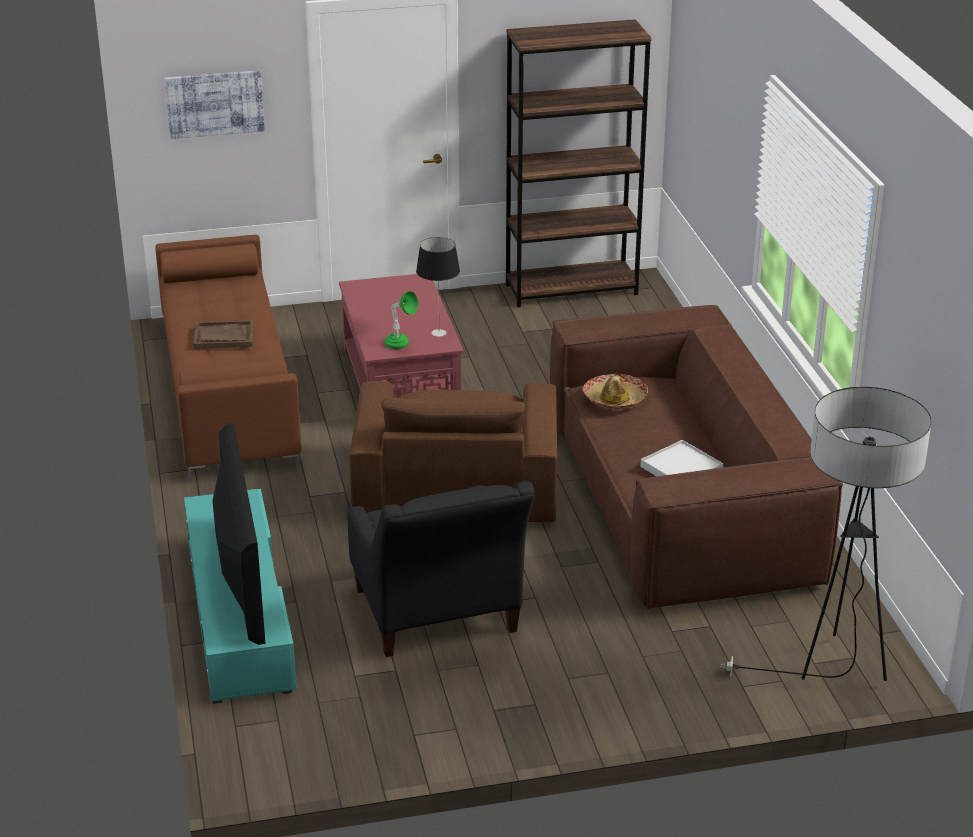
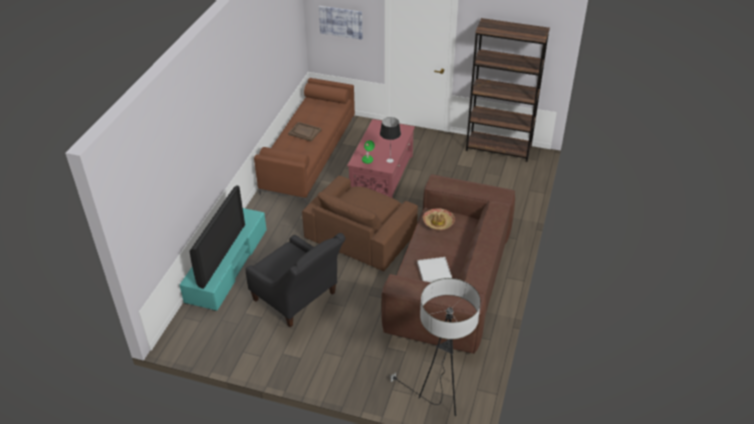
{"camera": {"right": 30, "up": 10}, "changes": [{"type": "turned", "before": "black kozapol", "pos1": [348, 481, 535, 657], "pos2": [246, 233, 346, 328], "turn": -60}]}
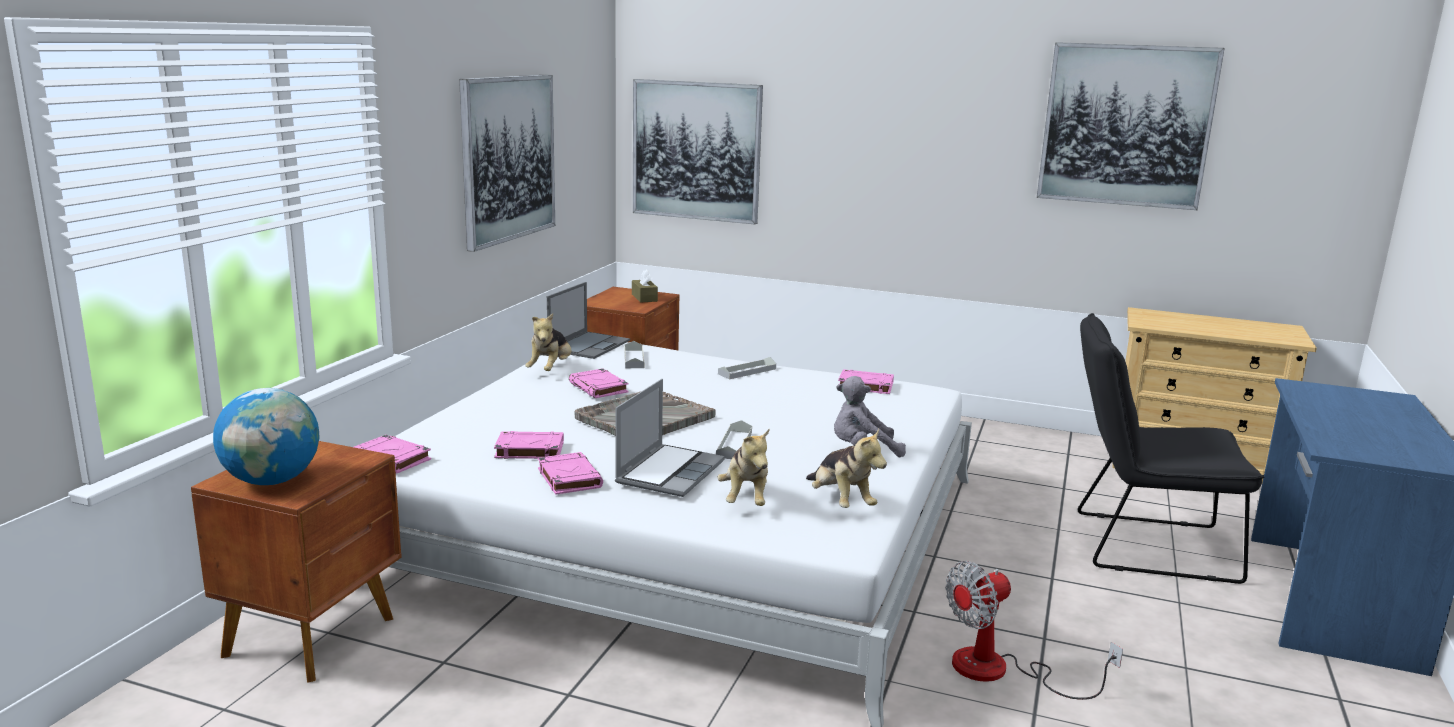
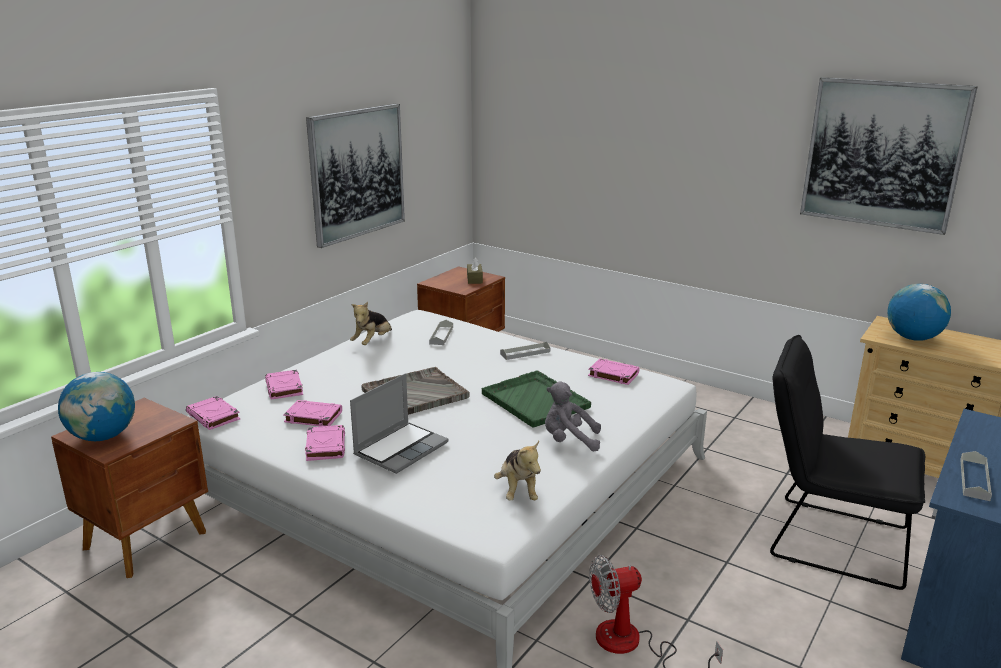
{"camera": {"right": 15, "up": 5}, "changes": [{"type": "removed", "before": "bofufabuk", "pos1": [547, 282, 630, 359]}, {"type": "removed", "before": "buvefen", "pos1": [633, 79, 763, 224]}, {"type": "removed", "before": "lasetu", "pos1": [718, 428, 770, 506]}, {"type": "added", "after": "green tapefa", "pos2": [482, 371, 591, 428]}, {"type": "added", "after": "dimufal", "pos2": [887, 284, 951, 341]}, {"type": "moved", "before": "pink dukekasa", "pos1": [569, 369, 628, 398], "pos2": [265, 370, 303, 399]}, {"type": "moved", "before": "grey tapefa", "pos1": [716, 420, 752, 459], "pos2": [960, 451, 992, 501]}]}
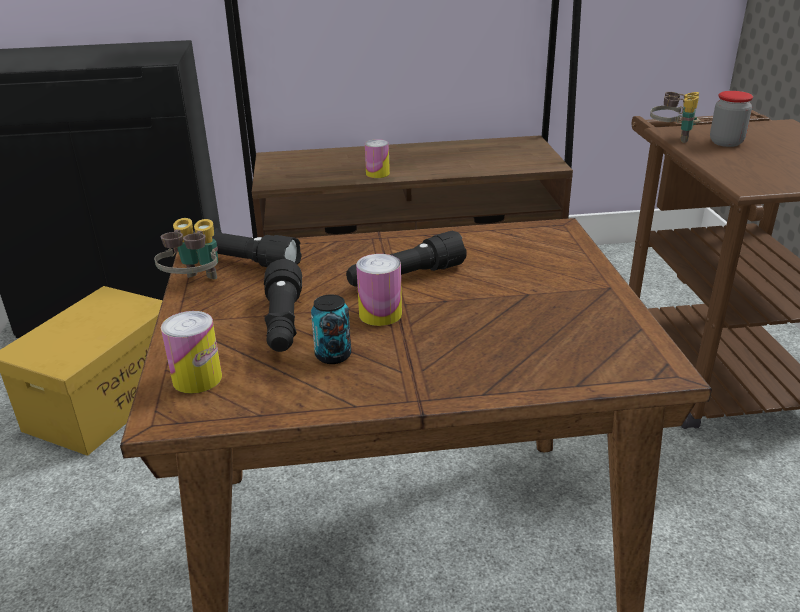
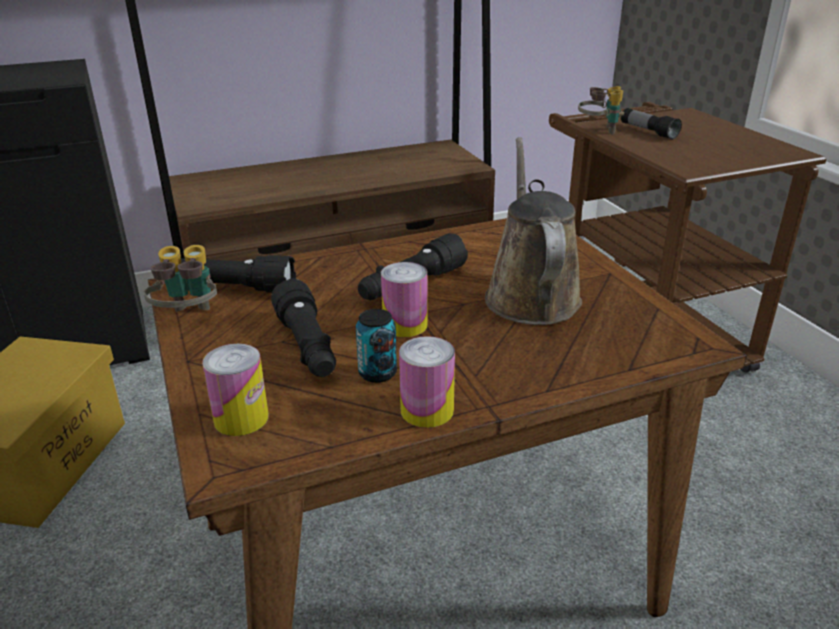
{"camera": {"right": -15, "up": 0}, "changes": [{"type": "added", "after": "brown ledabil", "pos2": [485, 137, 582, 325]}, {"type": "moved", "before": "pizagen", "pos1": [365, 139, 390, 178], "pos2": [399, 336, 455, 428]}, {"type": "replaced", "before": "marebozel", "after": "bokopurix", "pos1": [710, 91, 753, 147], "pos2": [621, 108, 682, 140]}]}
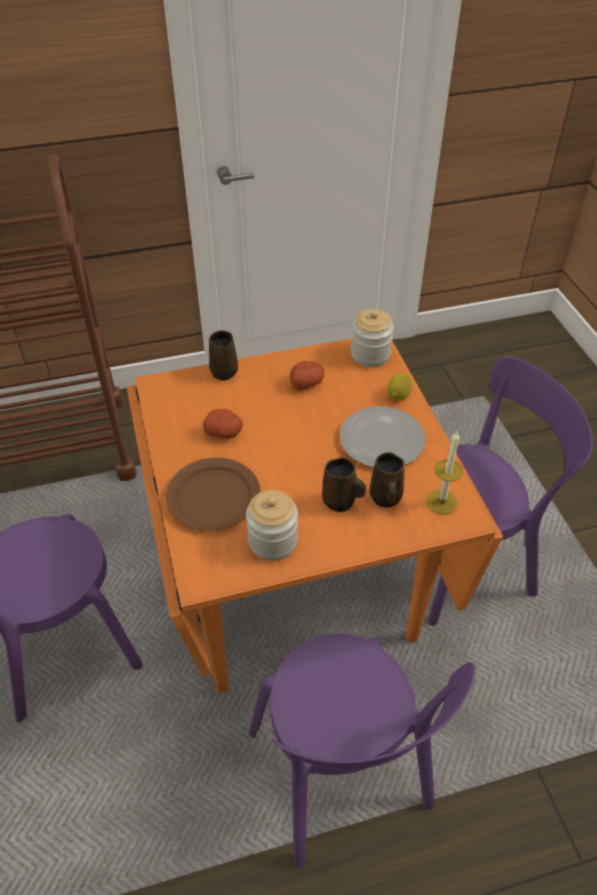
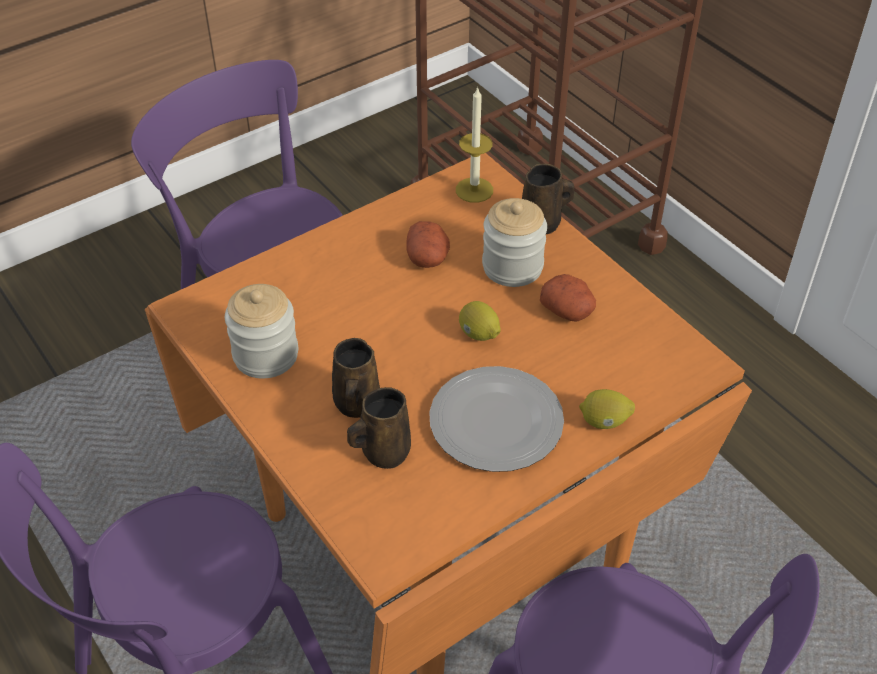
{"camera": {"right": 70, "up": 0}, "changes": [{"type": "removed", "before": "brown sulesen", "pos1": [166, 458, 260, 531]}, {"type": "added", "after": "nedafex", "pos2": [459, 301, 501, 341]}, {"type": "moved", "before": "marebozel", "pos1": [351, 309, 394, 367], "pos2": [482, 198, 547, 287]}, {"type": "moved", "before": "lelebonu", "pos1": [426, 432, 463, 515], "pos2": [456, 86, 493, 203]}]}
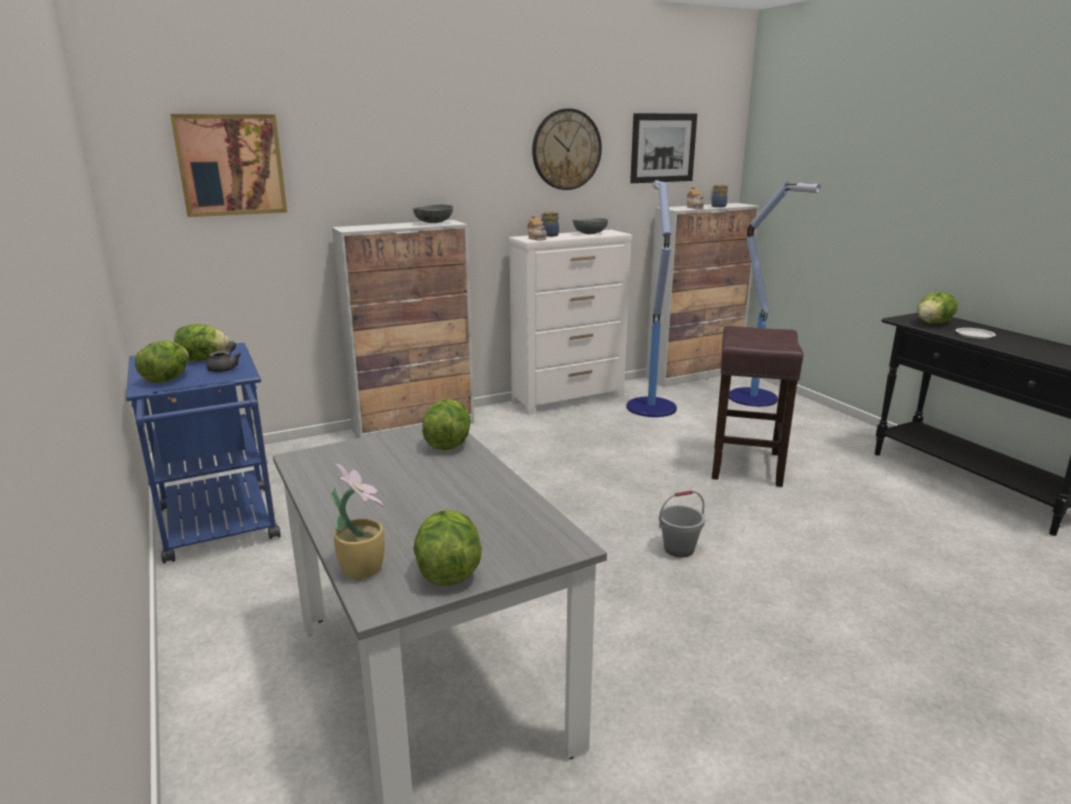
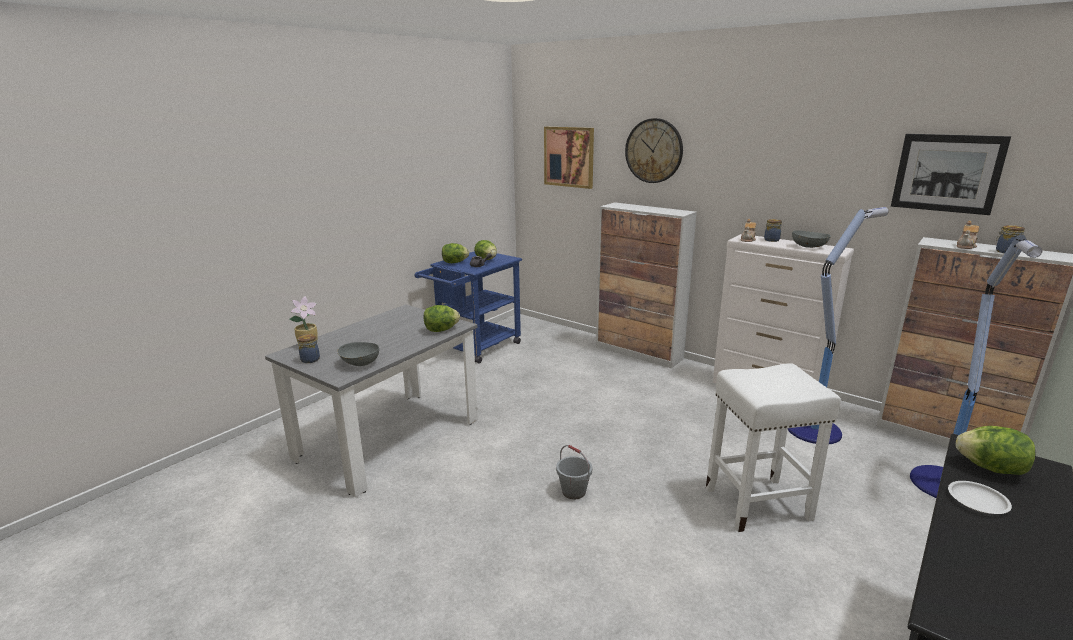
{"camera": {"right": 65, "up": 0}, "changes": [{"type": "moved", "before": "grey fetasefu", "pos1": [413, 204, 454, 223], "pos2": [338, 342, 379, 366]}, {"type": "moved", "before": "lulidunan", "pos1": [532, 108, 602, 190], "pos2": [625, 118, 683, 183]}, {"type": "replaced", "before": "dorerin", "after": "marebozel", "pos1": [413, 510, 482, 586], "pos2": [297, 334, 320, 363]}, {"type": "recoloured", "before": "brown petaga", "after": "white petaga", "pos1": [712, 326, 803, 487], "pos2": [706, 363, 841, 532]}]}
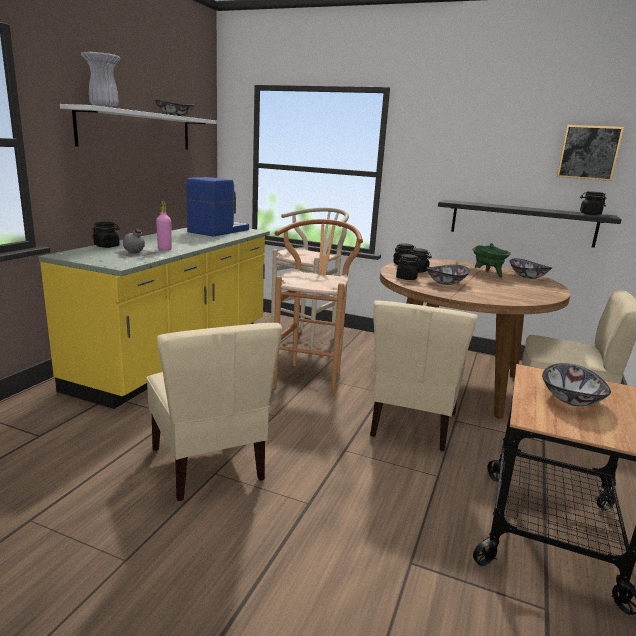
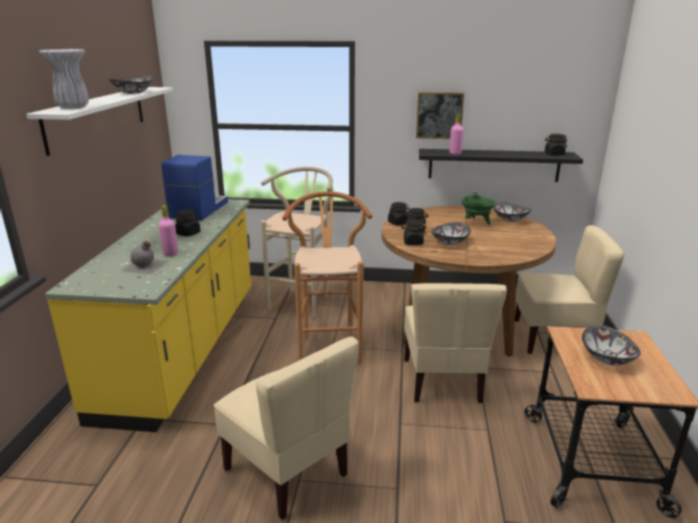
{"camera": {"right": -15, "up": 5}, "changes": [{"type": "added", "after": "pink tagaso", "pos2": [450, 114, 464, 155]}, {"type": "moved", "before": "black marebozel", "pos1": [92, 222, 120, 248], "pos2": [175, 210, 200, 236]}, {"type": "moved", "before": "buvefen", "pos1": [557, 125, 624, 181], "pos2": [416, 92, 464, 139]}]}
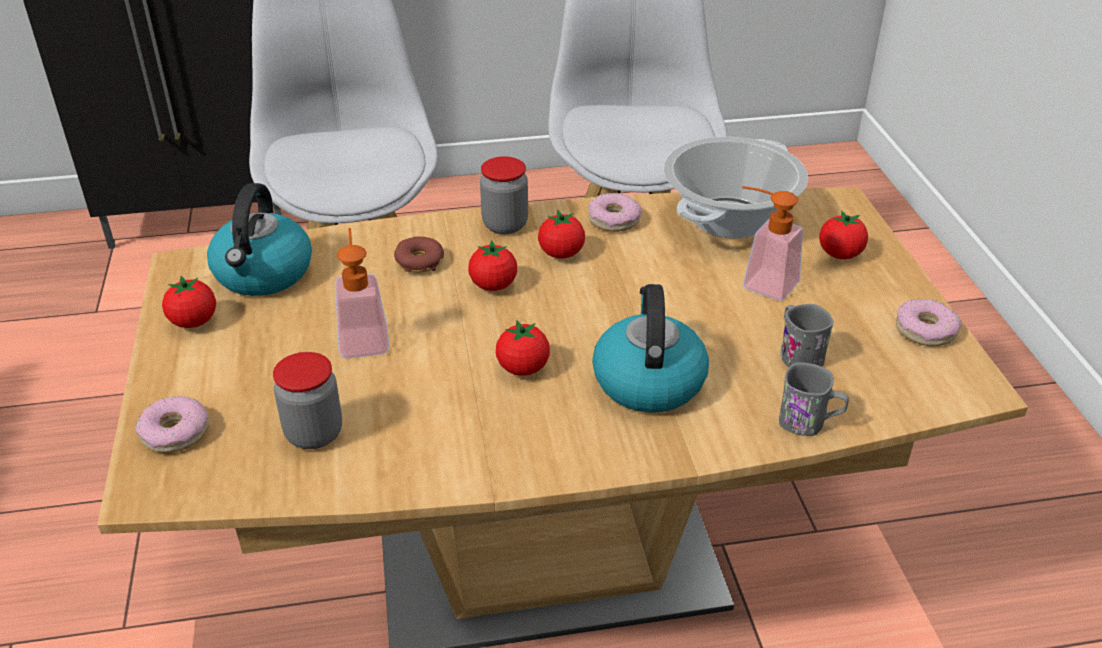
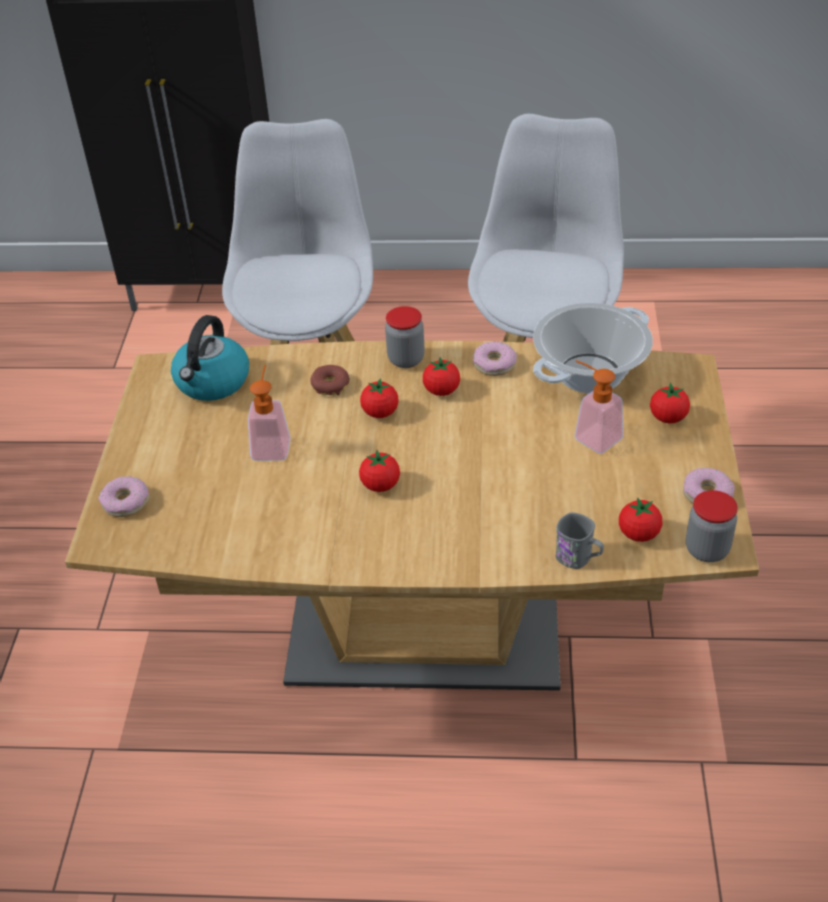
{"camera": {"right": 15, "up": 5}, "changes": [{"type": "removed", "before": "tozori", "pos1": [592, 284, 709, 413]}, {"type": "removed", "before": "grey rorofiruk", "pos1": [780, 304, 834, 367]}, {"type": "moved", "before": "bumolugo", "pos1": [162, 276, 216, 328], "pos2": [619, 497, 662, 542]}, {"type": "moved", "before": "marebozel", "pos1": [273, 352, 342, 449], "pos2": [686, 490, 738, 562]}]}
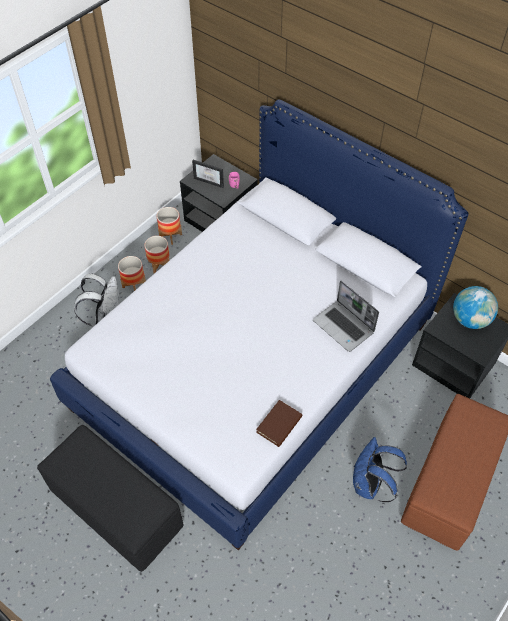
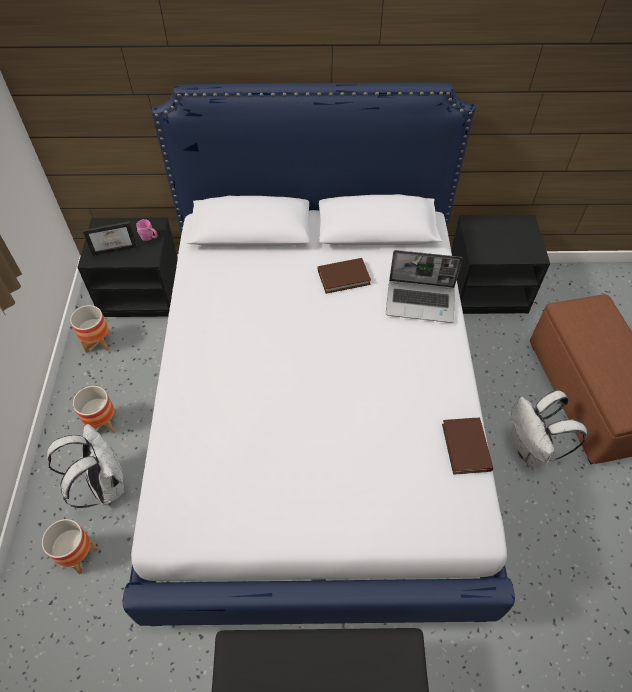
{"camera": {"right": -40, "up": 0}, "changes": [{"type": "removed", "before": "dimufal", "pos1": [453, 286, 498, 329]}, {"type": "added", "after": "brown dukekasa", "pos2": [318, 258, 371, 294]}, {"type": "moved", "before": "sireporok", "pos1": [144, 236, 169, 274], "pos2": [42, 519, 98, 574]}, {"type": "recoloured", "before": "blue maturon", "after": "white maturon", "pos1": [353, 437, 407, 502], "pos2": [511, 390, 587, 468]}]}
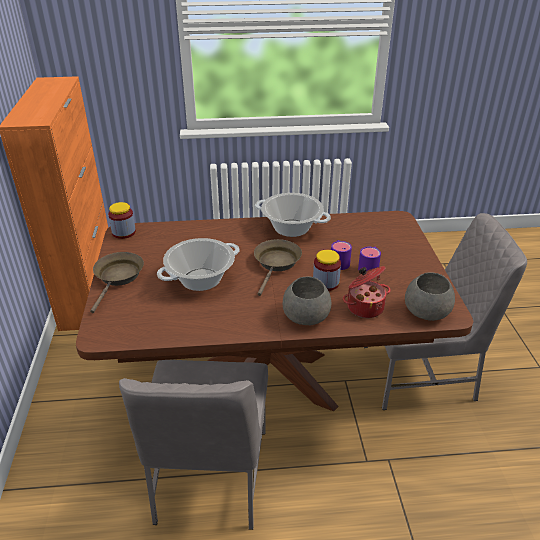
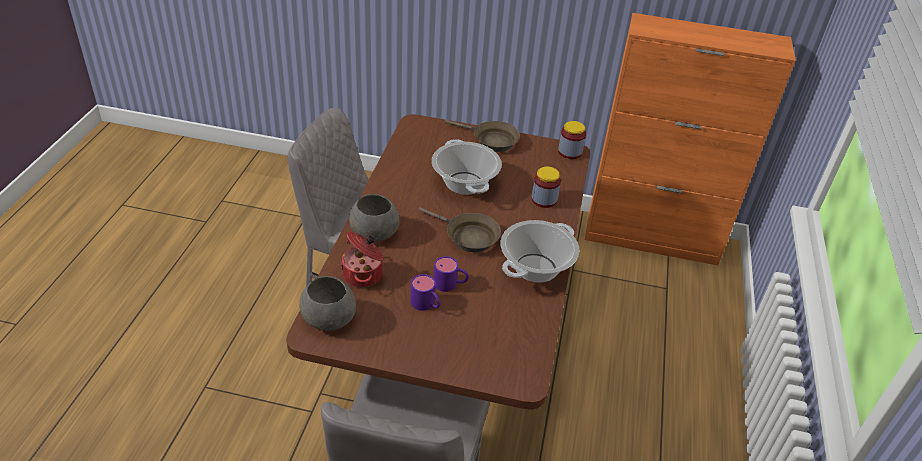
{"camera": {"right": 105, "up": 5}, "changes": [{"type": "moved", "before": "marebozel", "pos1": [313, 250, 341, 291], "pos2": [531, 167, 561, 208]}]}
